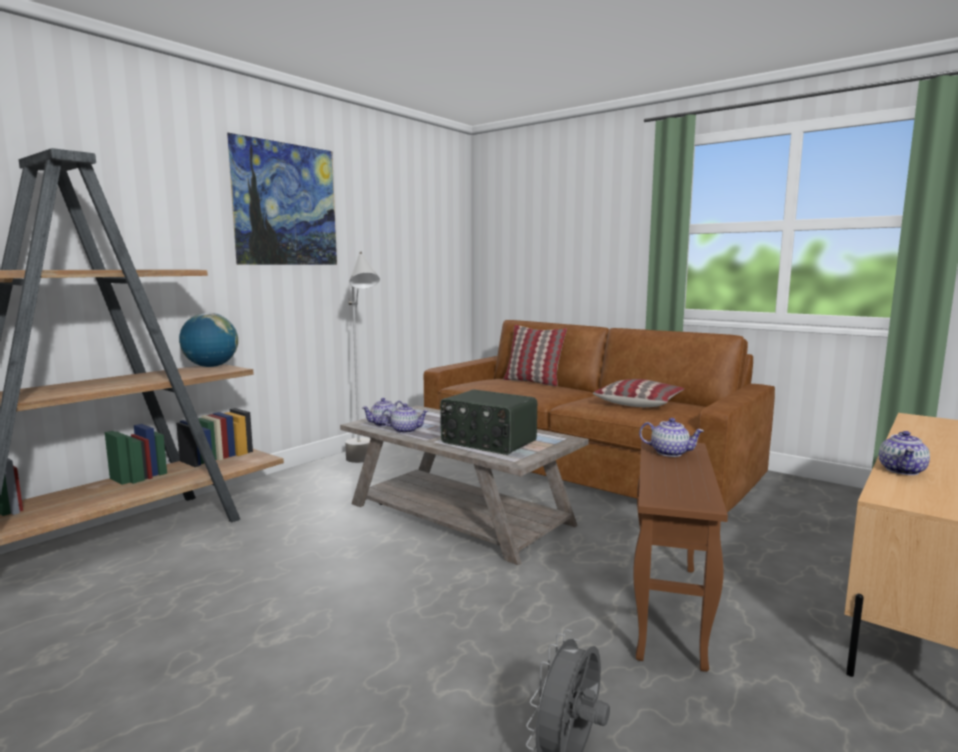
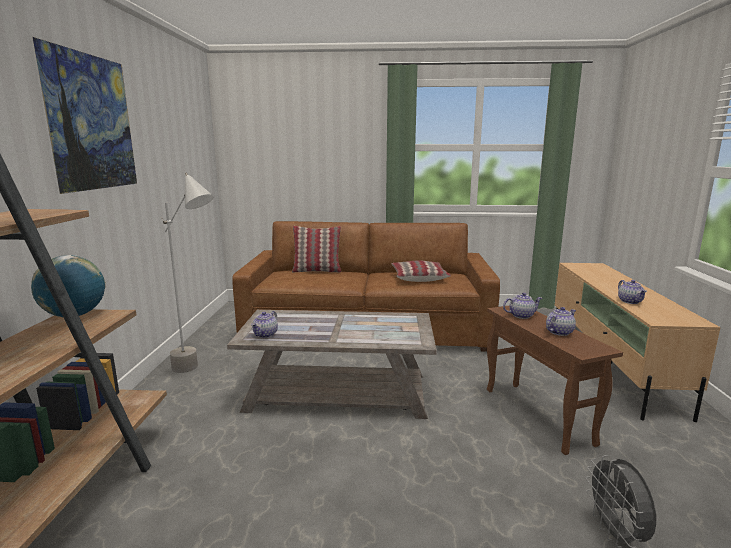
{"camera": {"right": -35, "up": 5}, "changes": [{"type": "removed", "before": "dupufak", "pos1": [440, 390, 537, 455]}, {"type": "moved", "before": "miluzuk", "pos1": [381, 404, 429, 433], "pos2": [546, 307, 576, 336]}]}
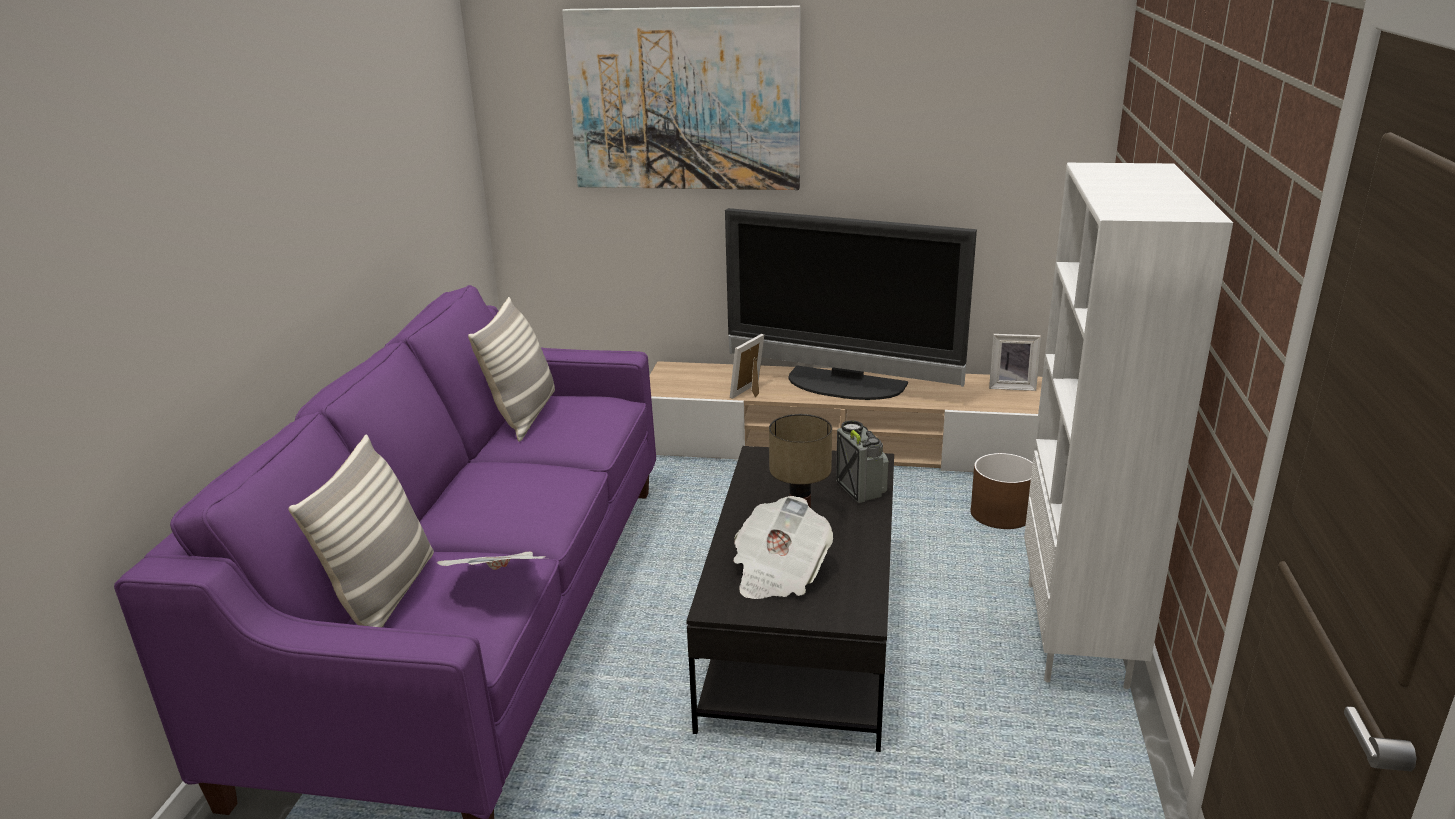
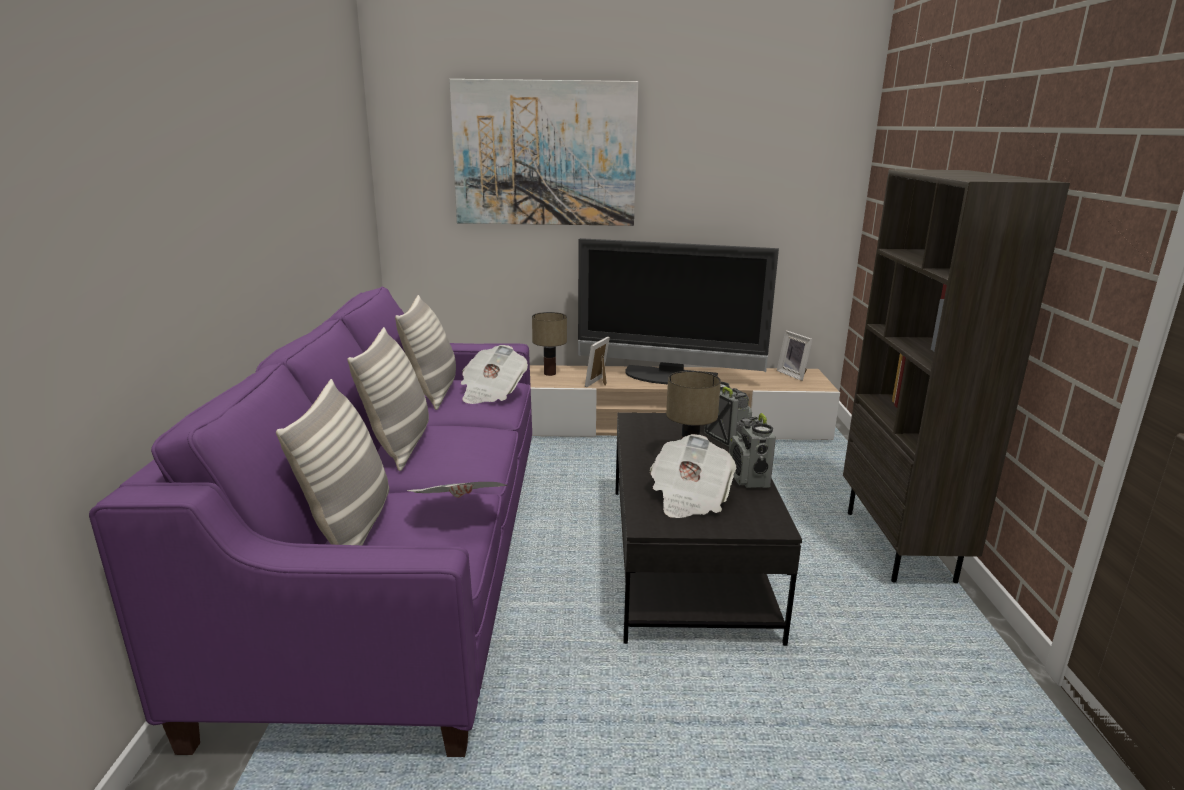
{"camera": {"right": -10, "up": -5}, "changes": [{"type": "removed", "before": "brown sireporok", "pos1": [970, 453, 1033, 529]}, {"type": "added", "after": "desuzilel", "pos2": [347, 327, 429, 471]}, {"type": "added", "after": "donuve", "pos2": [461, 345, 528, 404]}, {"type": "added", "after": "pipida", "pos2": [532, 312, 567, 376]}, {"type": "added", "after": "dupufak", "pos2": [729, 413, 776, 488]}, {"type": "recoloured", "before": "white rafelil", "after": "brown rafelil", "pos1": [1024, 163, 1233, 689], "pos2": [843, 169, 1070, 583]}, {"type": "turned", "before": "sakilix", "pos1": [989, 334, 1041, 391], "pos2": [777, 330, 812, 381], "turn": 60}]}
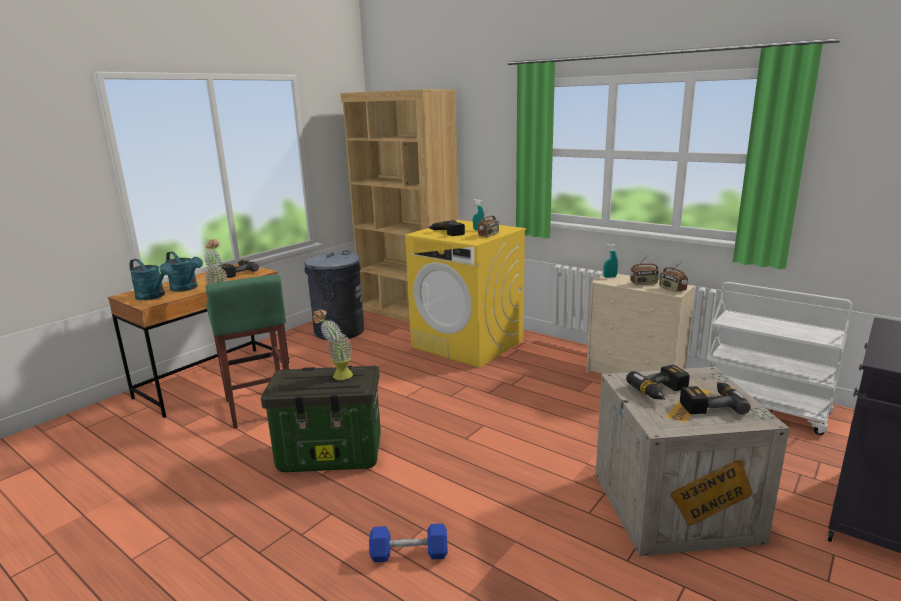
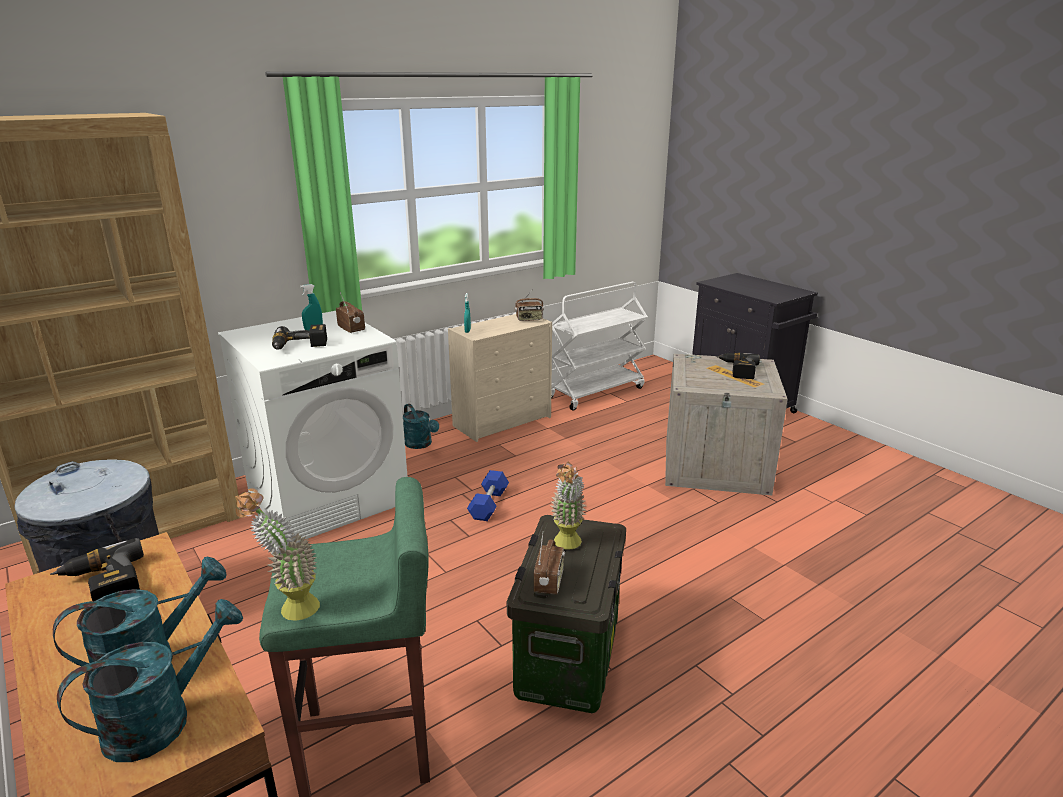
{"camera": {"right": -75, "up": 5}, "changes": [{"type": "removed", "before": "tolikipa", "pos1": [626, 365, 690, 400]}, {"type": "added", "after": "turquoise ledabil", "pos2": [403, 404, 439, 449]}, {"type": "moved", "before": "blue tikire", "pos1": [369, 523, 448, 562], "pos2": [467, 470, 509, 521]}, {"type": "moved", "before": "dupufak", "pos1": [630, 254, 659, 285], "pos2": [534, 534, 565, 595]}, {"type": "recoloured", "before": "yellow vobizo", "after": "white vobizo", "pos1": [405, 220, 526, 368], "pos2": [218, 311, 408, 540]}]}
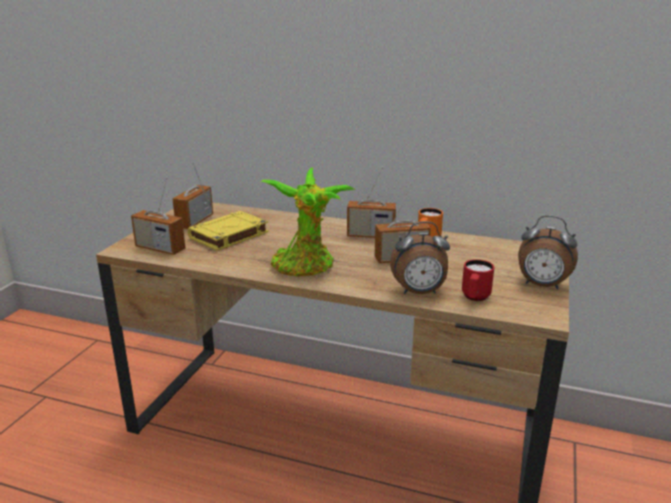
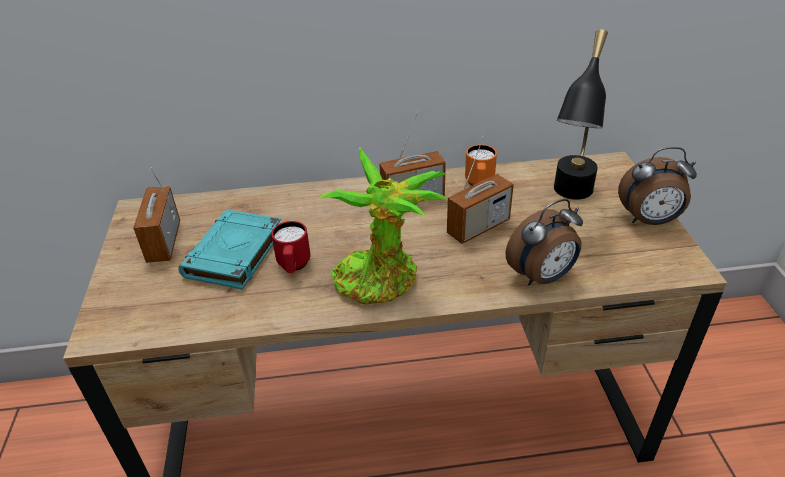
{"camera": {"right": -25, "up": 15}, "changes": [{"type": "removed", "before": "dupufak", "pos1": [131, 178, 185, 255]}, {"type": "added", "after": "black pipida", "pos2": [554, 29, 608, 200]}, {"type": "moved", "before": "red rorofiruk", "pos1": [462, 259, 494, 301], "pos2": [271, 221, 310, 273]}, {"type": "recoloured", "before": "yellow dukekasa", "after": "turquoise dukekasa", "pos1": [188, 211, 268, 251], "pos2": [178, 209, 281, 290]}]}
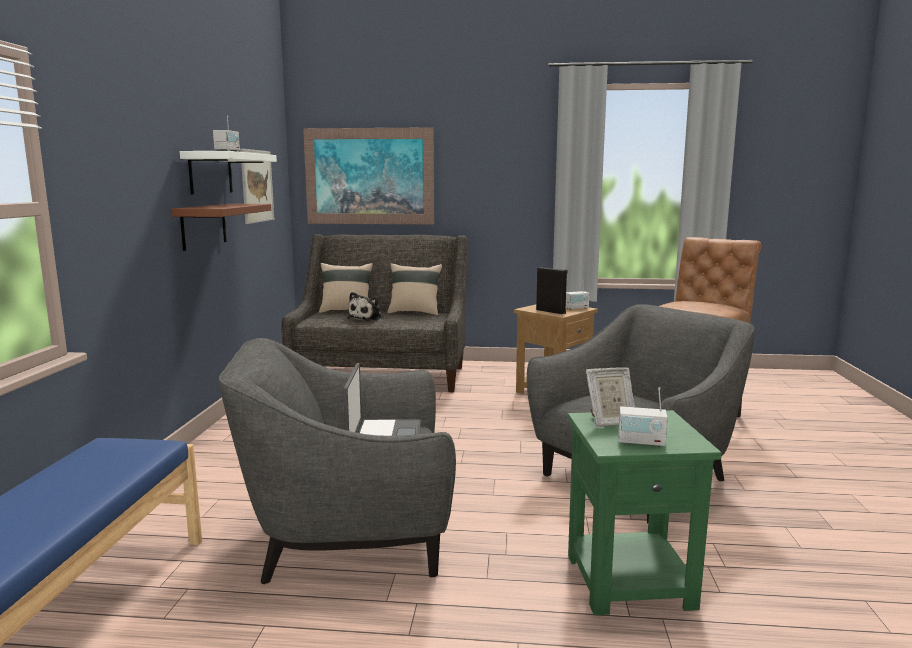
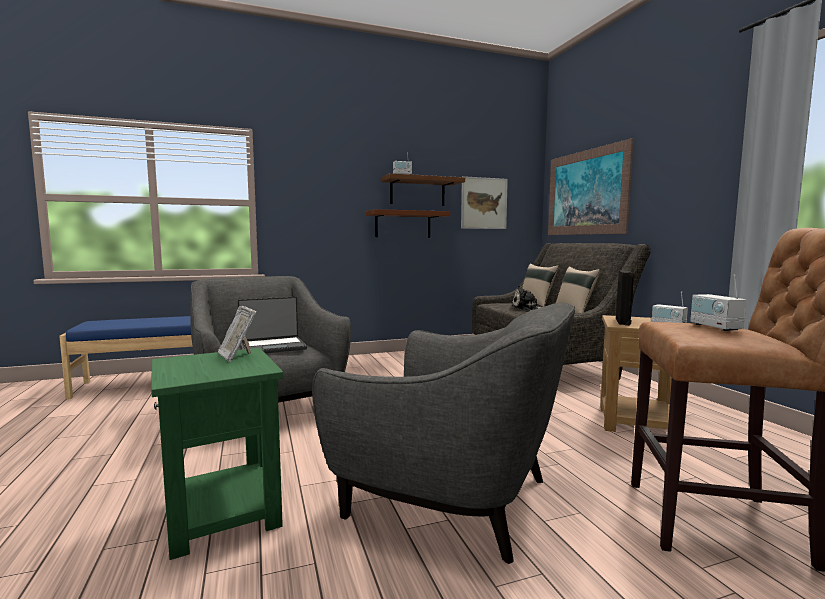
{"camera": {"right": 65, "up": -5}, "changes": [{"type": "moved", "before": "dupufak", "pos1": [618, 387, 668, 447], "pos2": [690, 274, 747, 331]}, {"type": "recoloured", "before": "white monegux", "after": "brown monegux", "pos1": [180, 151, 277, 194], "pos2": [381, 173, 465, 206]}]}
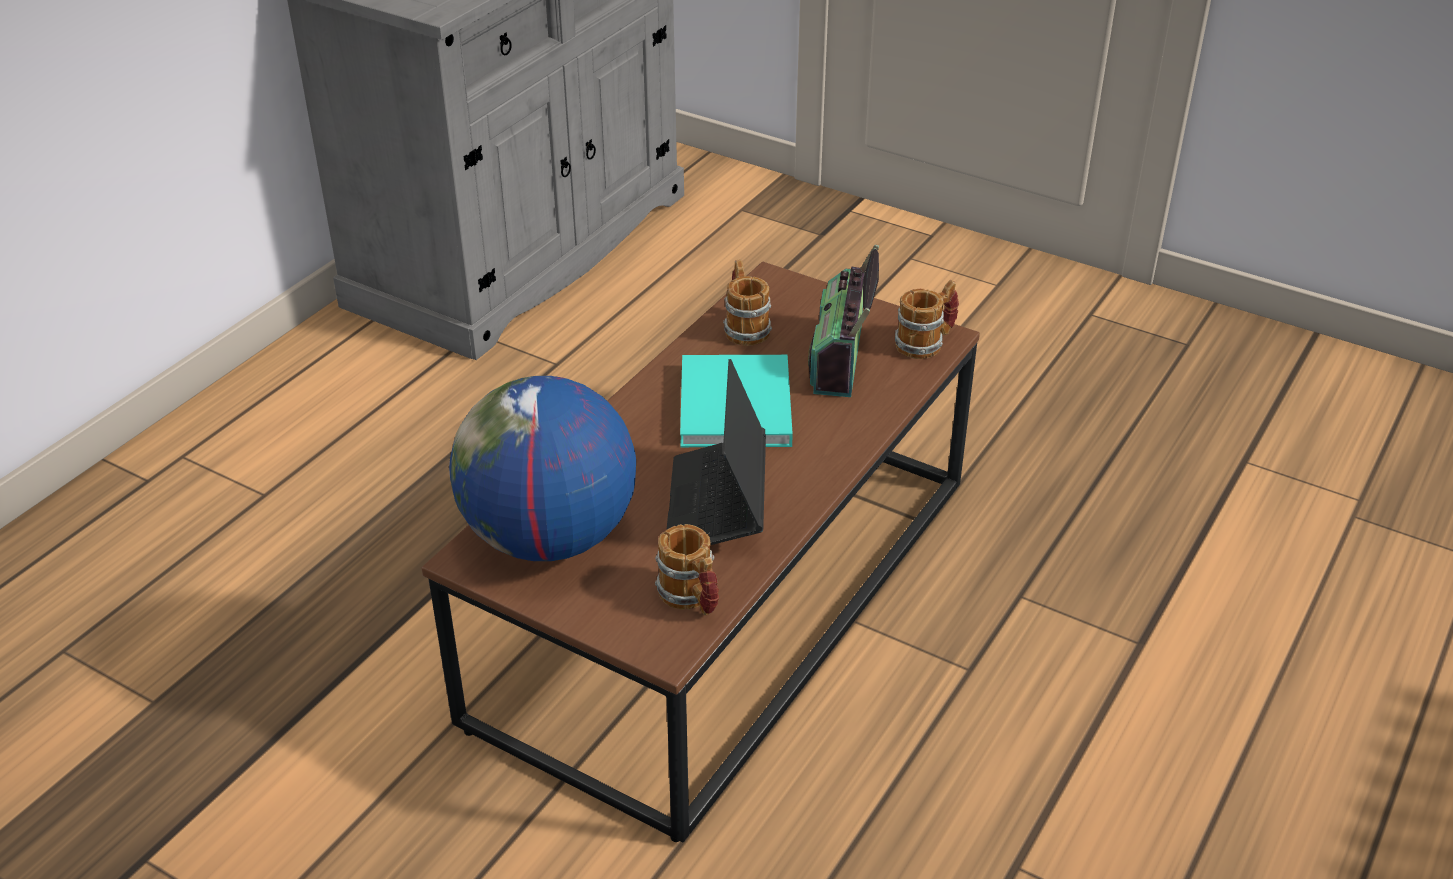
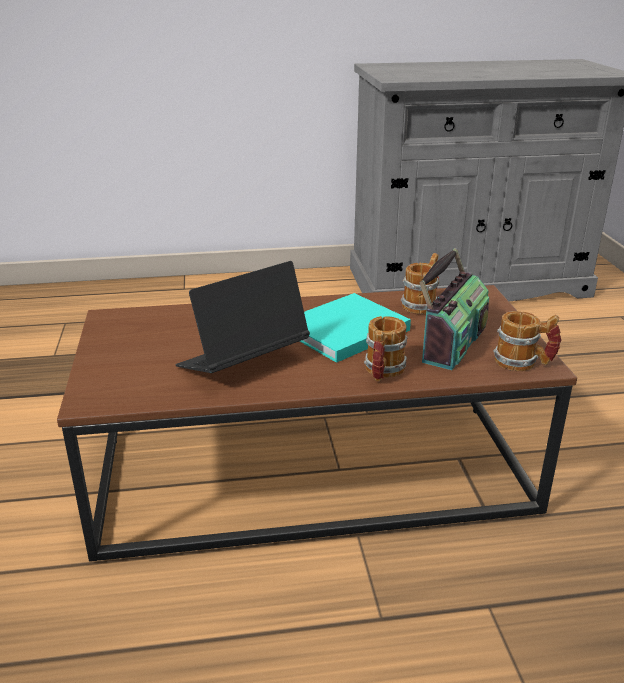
{"camera": {"right": 50, "up": -10}, "changes": [{"type": "removed", "before": "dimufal", "pos1": [449, 376, 636, 561]}, {"type": "moved", "before": "rorofiruk", "pos1": [655, 524, 719, 615], "pos2": [364, 316, 408, 382]}, {"type": "turned", "before": "dupufak", "pos1": [808, 245, 879, 397], "pos2": [420, 248, 489, 370], "turn": 150}]}
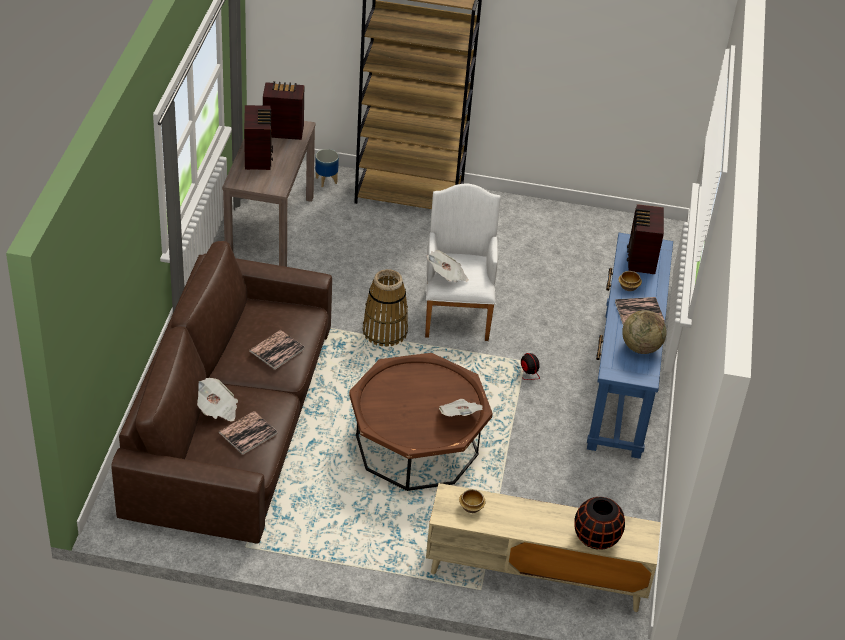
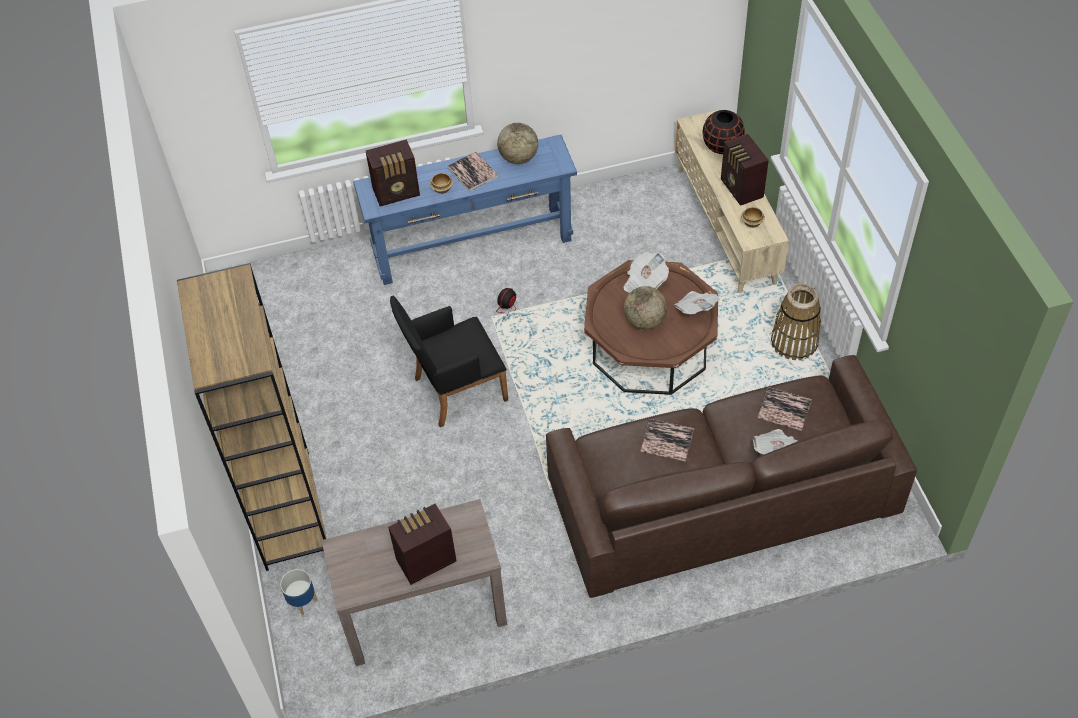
{"camera": {"right": -110, "up": 10}, "changes": [{"type": "added", "after": "dimufal", "pos2": [624, 286, 667, 330]}, {"type": "moved", "before": "dupufak", "pos1": [263, 81, 304, 140], "pos2": [721, 134, 769, 206]}, {"type": "moved", "before": "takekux", "pos1": [363, 269, 408, 347], "pos2": [771, 284, 821, 360]}, {"type": "moved", "before": "donuve", "pos1": [427, 250, 469, 282], "pos2": [674, 291, 720, 314]}, {"type": "recoloured", "before": "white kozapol", "after": "black kozapol", "pos1": [425, 183, 501, 341], "pos2": [390, 296, 508, 427]}]}
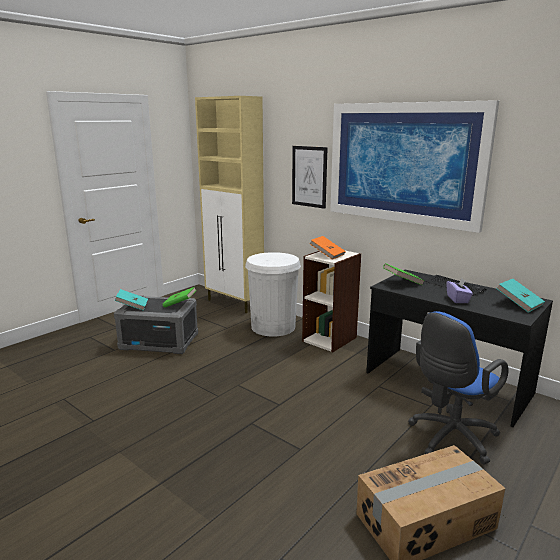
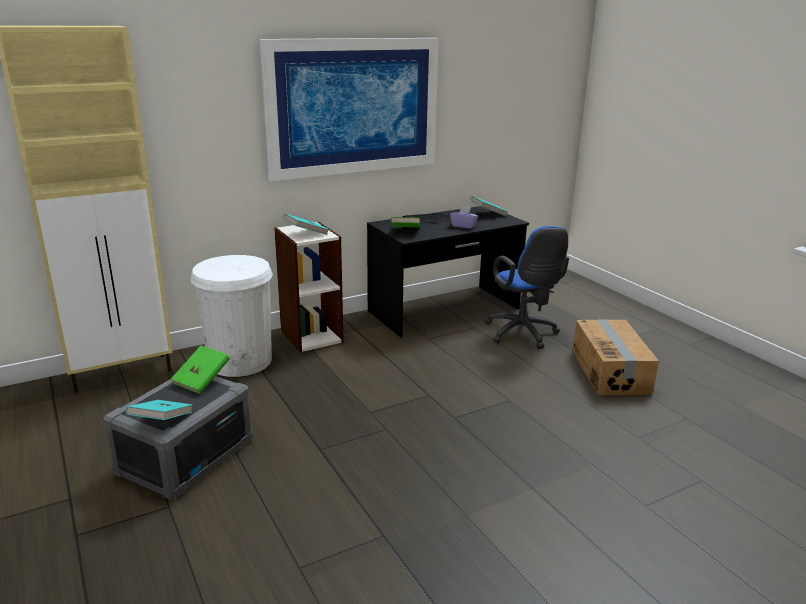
{"camera": {"right": -70, "up": 5}, "changes": [{"type": "removed", "before": "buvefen", "pos1": [292, 146, 328, 209]}, {"type": "recoloured", "before": "orange dukekasa", "after": "turquoise dukekasa", "pos1": [310, 236, 346, 260], "pos2": [283, 213, 329, 235]}]}
